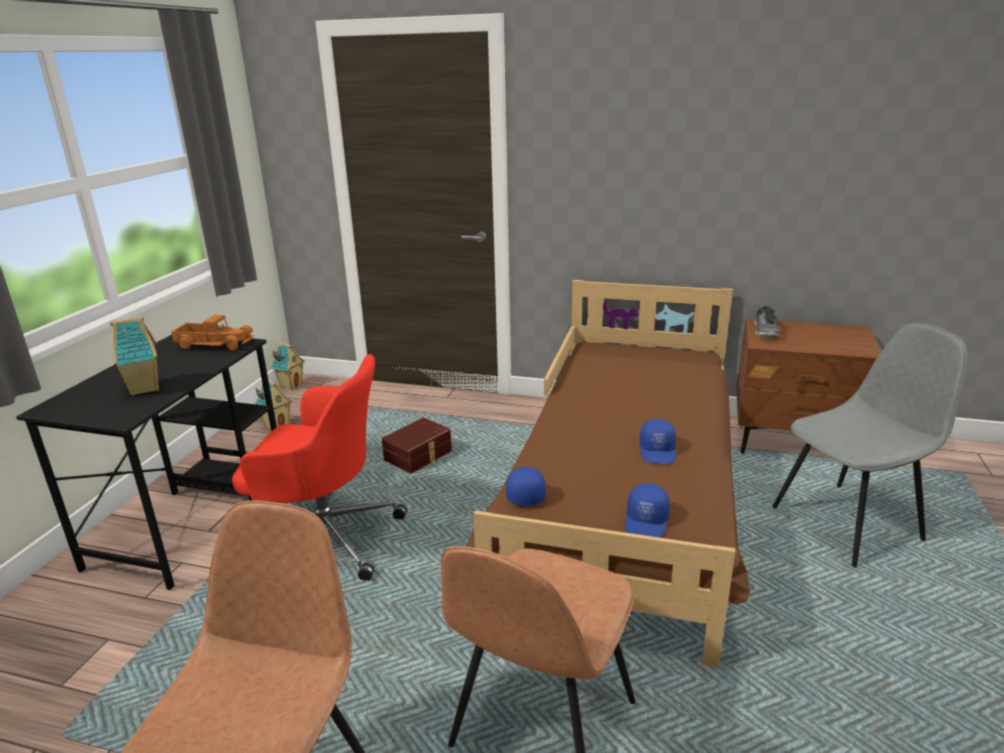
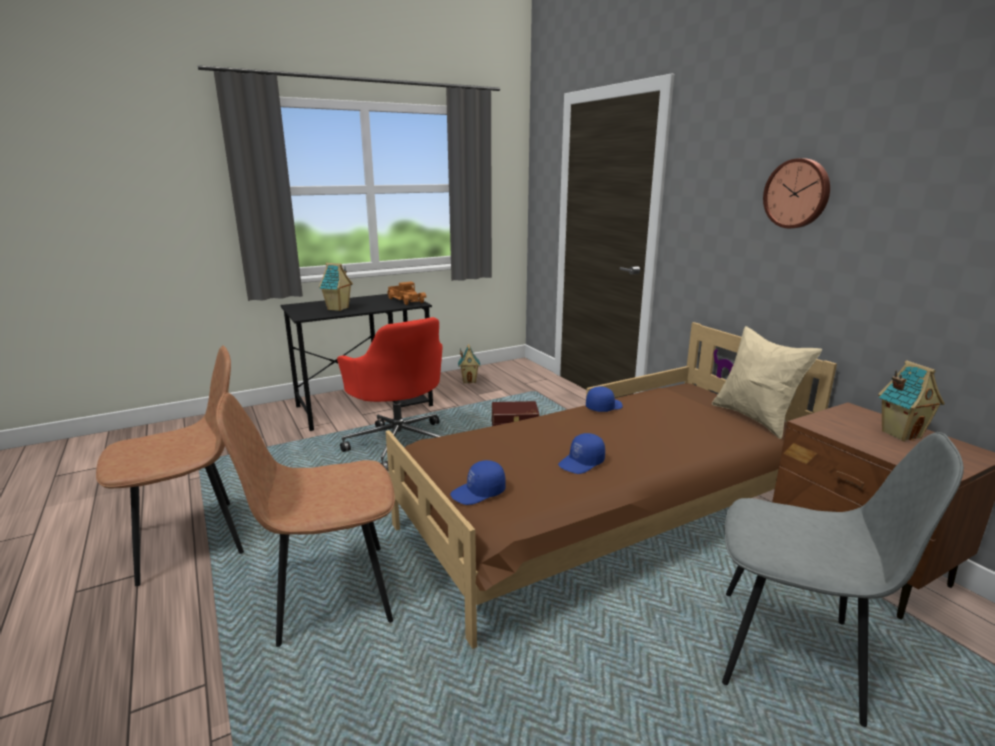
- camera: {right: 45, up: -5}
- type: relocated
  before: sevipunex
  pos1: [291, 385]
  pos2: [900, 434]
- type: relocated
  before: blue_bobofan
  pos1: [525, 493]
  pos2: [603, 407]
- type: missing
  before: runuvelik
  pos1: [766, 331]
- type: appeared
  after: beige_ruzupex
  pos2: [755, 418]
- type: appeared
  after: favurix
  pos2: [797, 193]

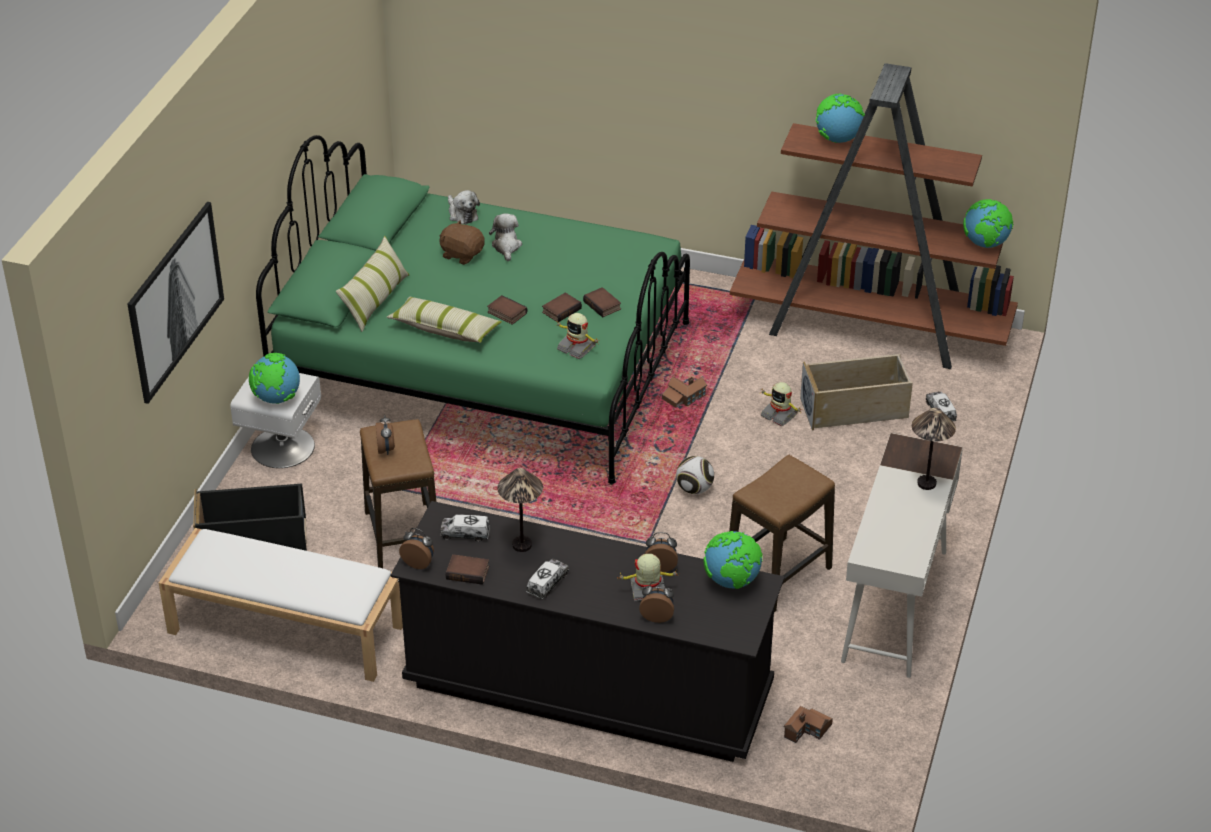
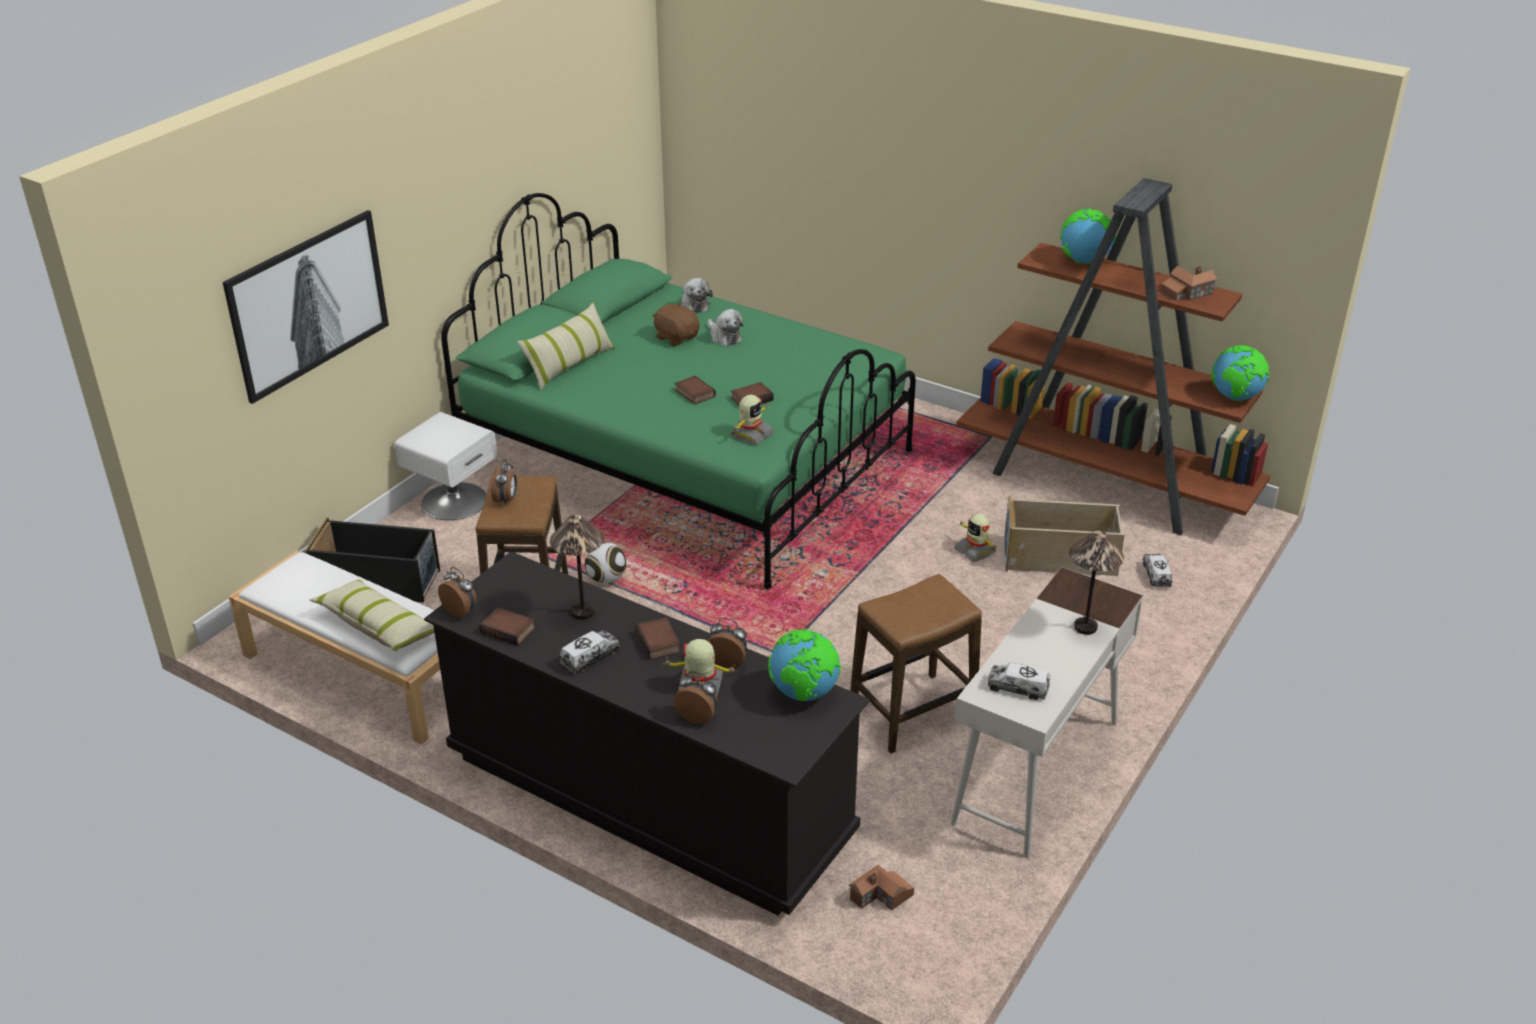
- camera: {right: 15, up: -5}
- type: missing
  before: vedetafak
  pos1: [276, 399]
- type: relocated
  before: ruzupex
  pos1: [445, 329]
  pos2: [378, 626]
- type: relocated
  before: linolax
  pos1: [465, 534]
  pos2: [1018, 688]
- type: spun
  before: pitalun
  pos1: [506, 247]
  pos2: [724, 337]
  turn: 135
- type: spun
  before: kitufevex
  pos1: [577, 347]
  pos2: [751, 435]
  turn: -105
- type: relocated
  before: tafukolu
  pos1: [603, 305]
  pos2: [659, 642]
- type: relocated
  before: sevipunex
  pos1: [683, 398]
  pos2: [1186, 292]
- type: relocated
  before: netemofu
  pos1: [694, 489]
  pos2: [606, 579]

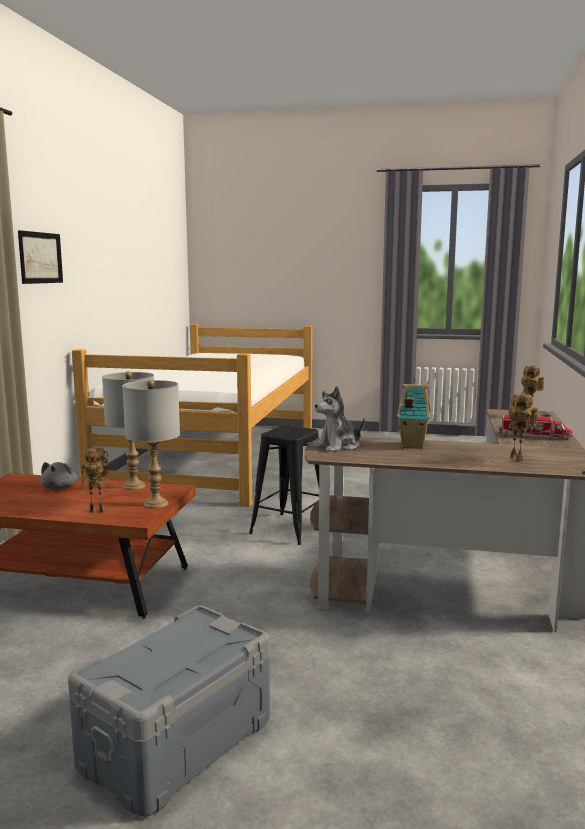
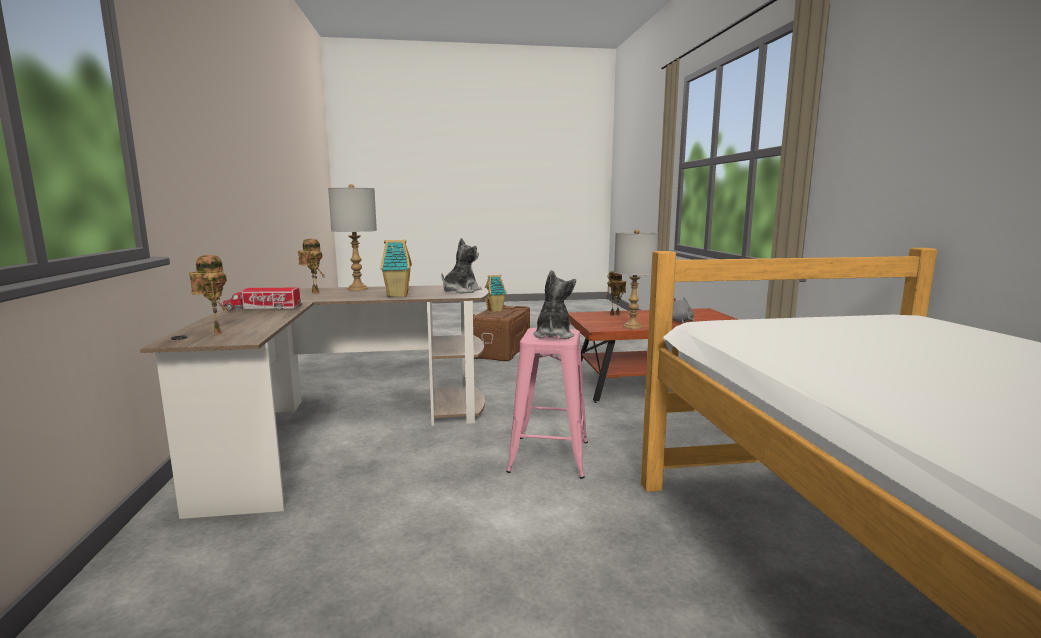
- camera: {right: 160, up: 0}
- type: missing
  before: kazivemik
  pos1: [40, 258]
- type: colour
  before: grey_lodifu
  after: brown_lodifu
  pos1: [175, 742]
  pos2: [501, 351]
- type: relocated
  before: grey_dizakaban
  pos1: [156, 504]
  pos2: [357, 289]
- type: colour
  before: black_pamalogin
  after: pink_pamalogin
  pos1: [290, 528]
  pos2: [549, 456]
- type: appeared
  after: sevipunex
  pos2: [495, 310]
- type: appeared
  after: pitalun
  pos2: [553, 335]

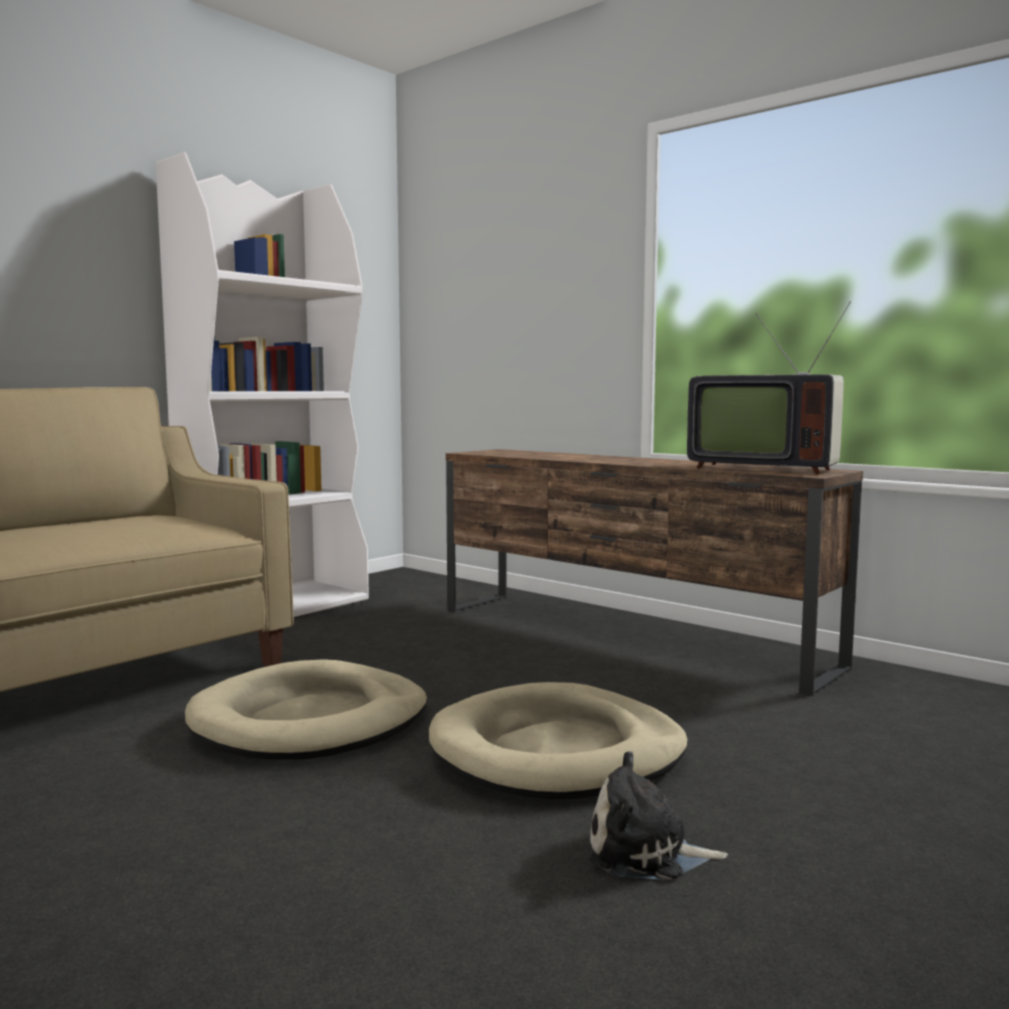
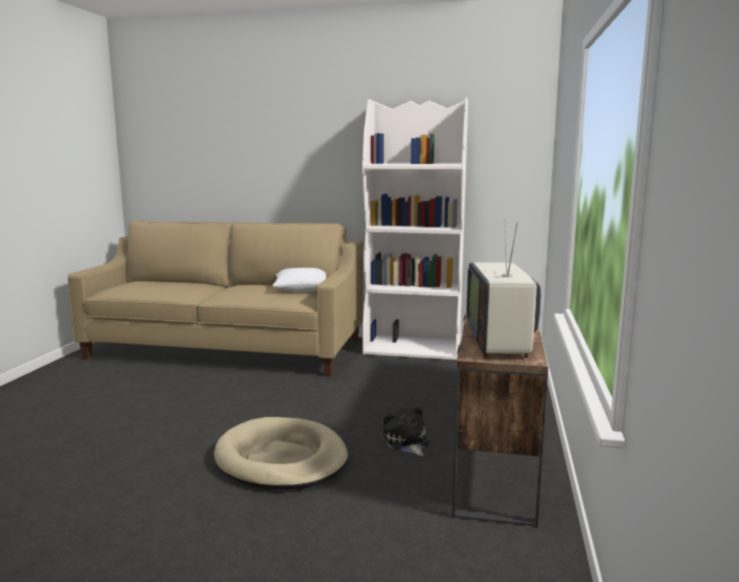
- camera: {right: 60, up: 5}
- type: missing
  before: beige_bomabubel
  pos1: [310, 720]
- type: relocated
  before: pitalun
  pos1: [646, 853]
  pos2: [406, 442]
- type: appeared
  after: white_ruzupex
  pos2: [301, 289]

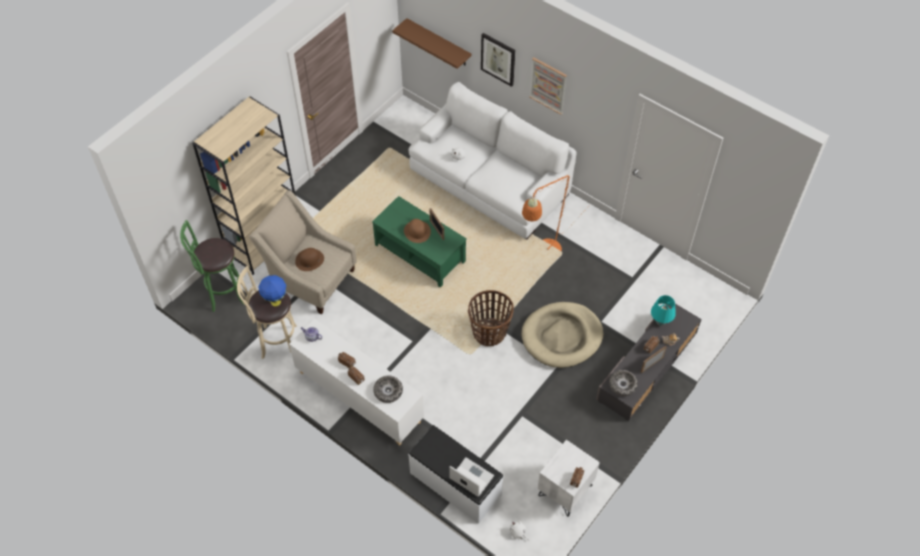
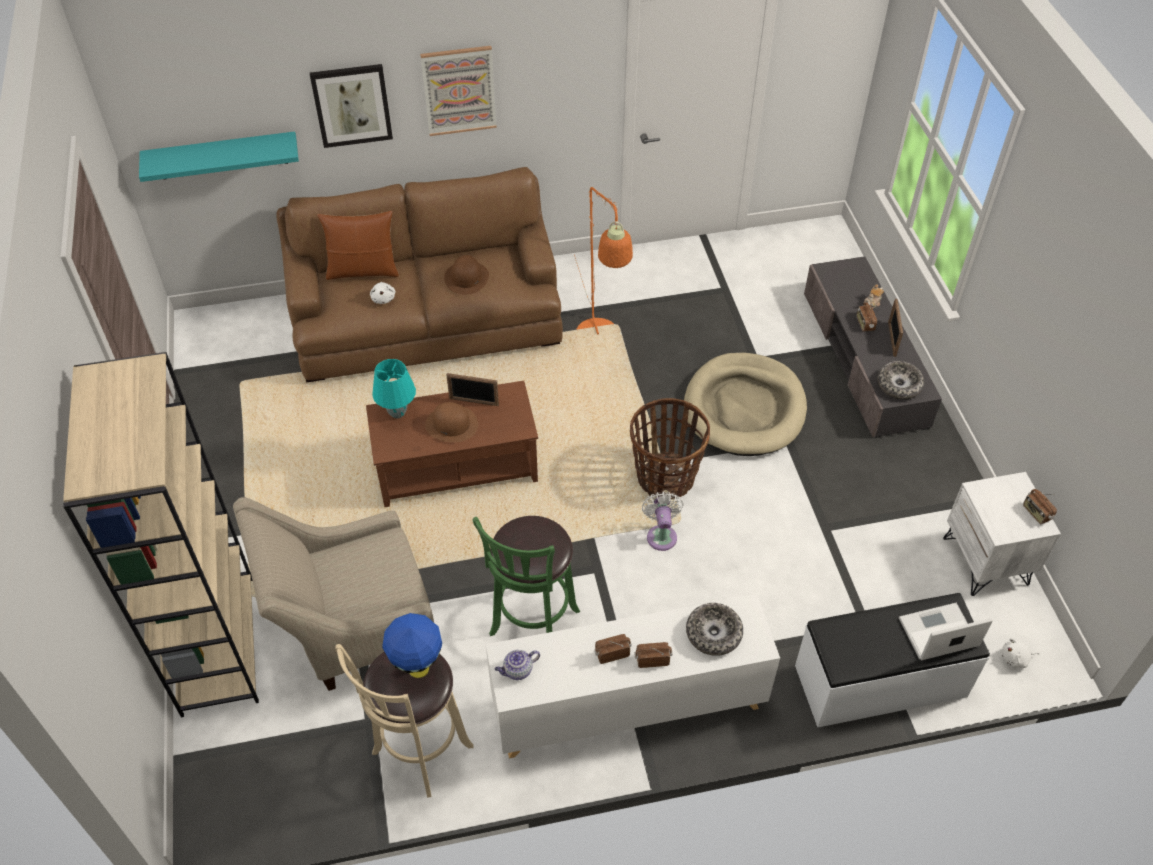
- camera: {right: -50, up: -5}
- type: relocated
  before: green_pamalogin
  pos1: [223, 294]
  pos2: [532, 626]
- type: relocated
  before: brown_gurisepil
  pos1: [309, 260]
  pos2: [466, 278]
- type: colour
  before: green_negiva
  after: brown_negiva
  pos1: [420, 252]
  pos2: [456, 465]
- type: colour
  before: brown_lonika
  after: turquoise_lonika
  pos1: [438, 43]
  pos2: [222, 155]
- type: colour
  before: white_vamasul
  after: brown_vamasul
  pos1: [489, 182]
  pos2: [427, 320]
- type: relocated
  before: turquoise_dizakaban
  pos1: [660, 322]
  pos2: [397, 413]
- type: appeared
  after: brown_ruzupex
  pos2: [363, 271]
- type: appeared
  after: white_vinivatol
  pos2: [661, 535]

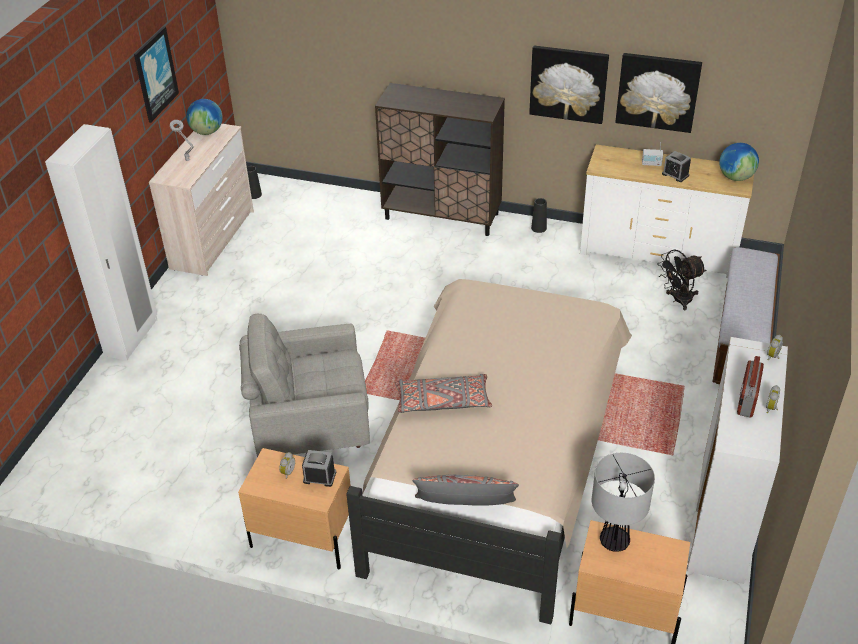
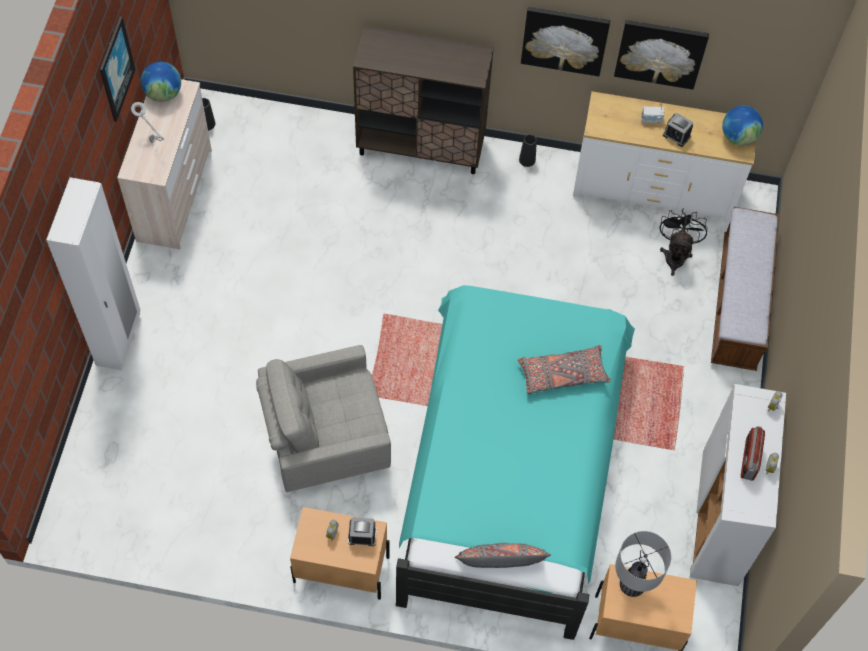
- camera: {right: -10, up: 20}
- type: colour
  before: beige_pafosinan
  after: turquoise_pafosinan
  pos1: [498, 459]
  pos2: [511, 466]
- type: relocated
  before: grey_ruzupex
  pos1: [442, 401]
  pos2: [562, 374]
- type: spun
  before: black_vinivatol
  pos1: [678, 300]
  pos2: [675, 255]
  turn: 135

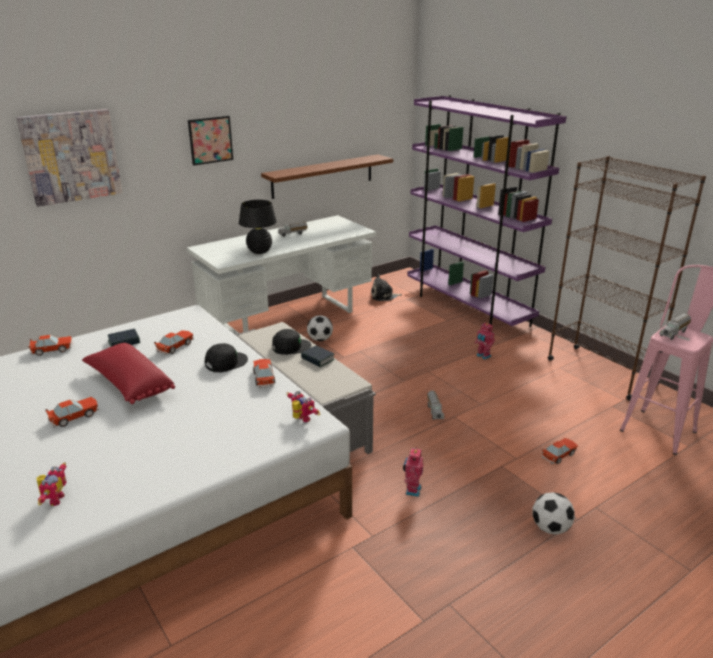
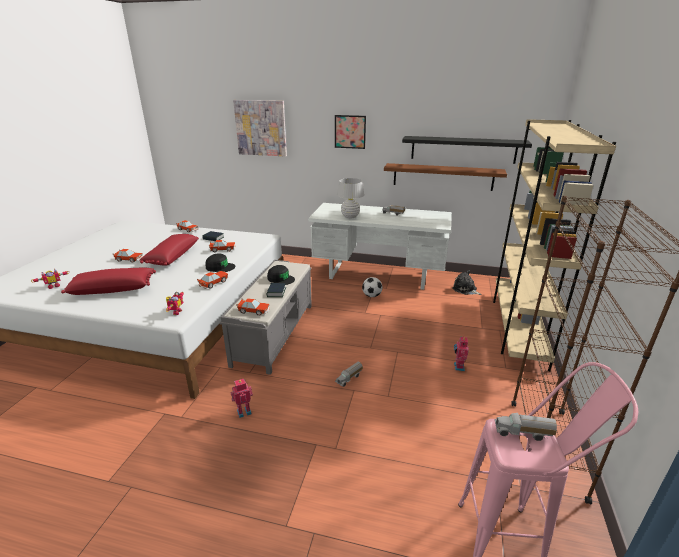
- camera: {right: 50, up: 0}
- type: colour
  before: black_dizakaban
  after: white_dizakaban
  pos1: [259, 251]
  pos2: [350, 216]
- type: colour
  before: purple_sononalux
  after: beige_sononalux
  pos1: [468, 308]
  pos2: [517, 328]
- type: missing
  before: netemofu
  pos1: [550, 528]
- type: relocated
  before: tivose
  pos1: [559, 455]
  pos2: [254, 311]
- type: appeared
  after: red_ruzupex
  pos2: [113, 289]
- type: appeared
  after: black_lonika
  pos2: [463, 149]

